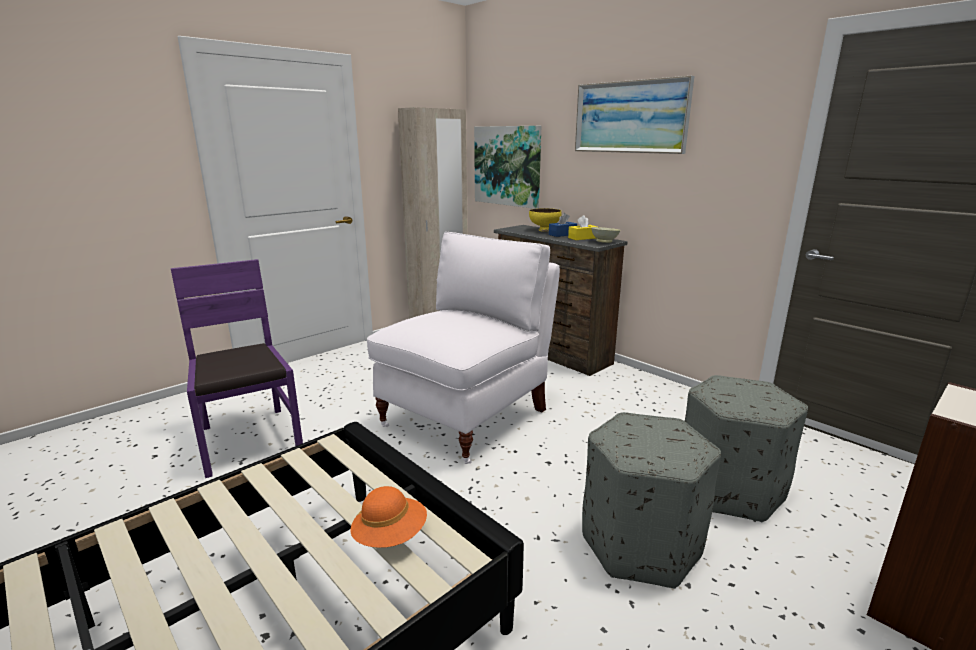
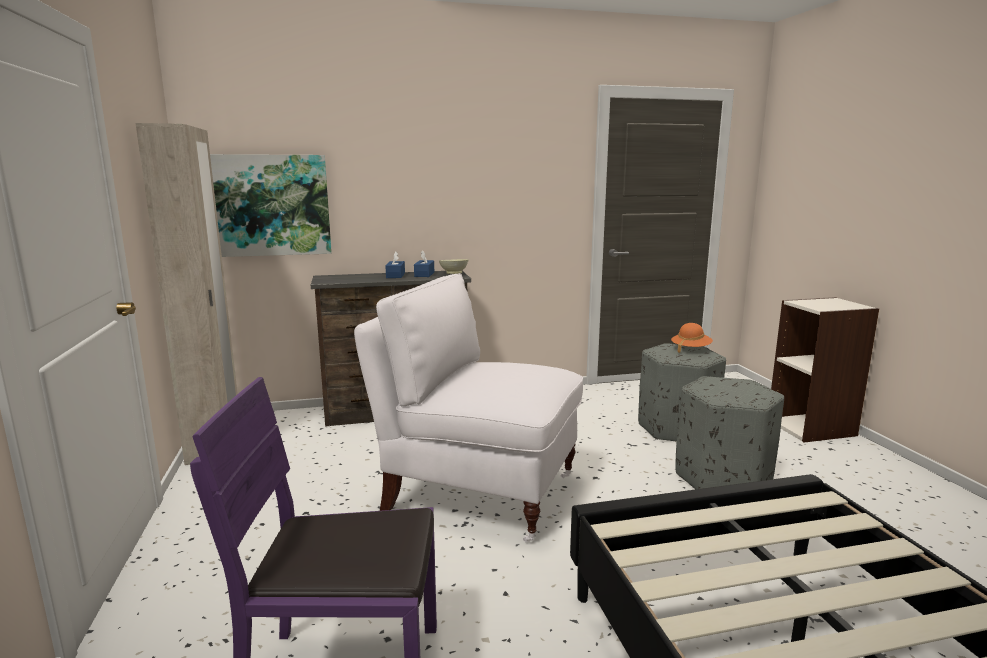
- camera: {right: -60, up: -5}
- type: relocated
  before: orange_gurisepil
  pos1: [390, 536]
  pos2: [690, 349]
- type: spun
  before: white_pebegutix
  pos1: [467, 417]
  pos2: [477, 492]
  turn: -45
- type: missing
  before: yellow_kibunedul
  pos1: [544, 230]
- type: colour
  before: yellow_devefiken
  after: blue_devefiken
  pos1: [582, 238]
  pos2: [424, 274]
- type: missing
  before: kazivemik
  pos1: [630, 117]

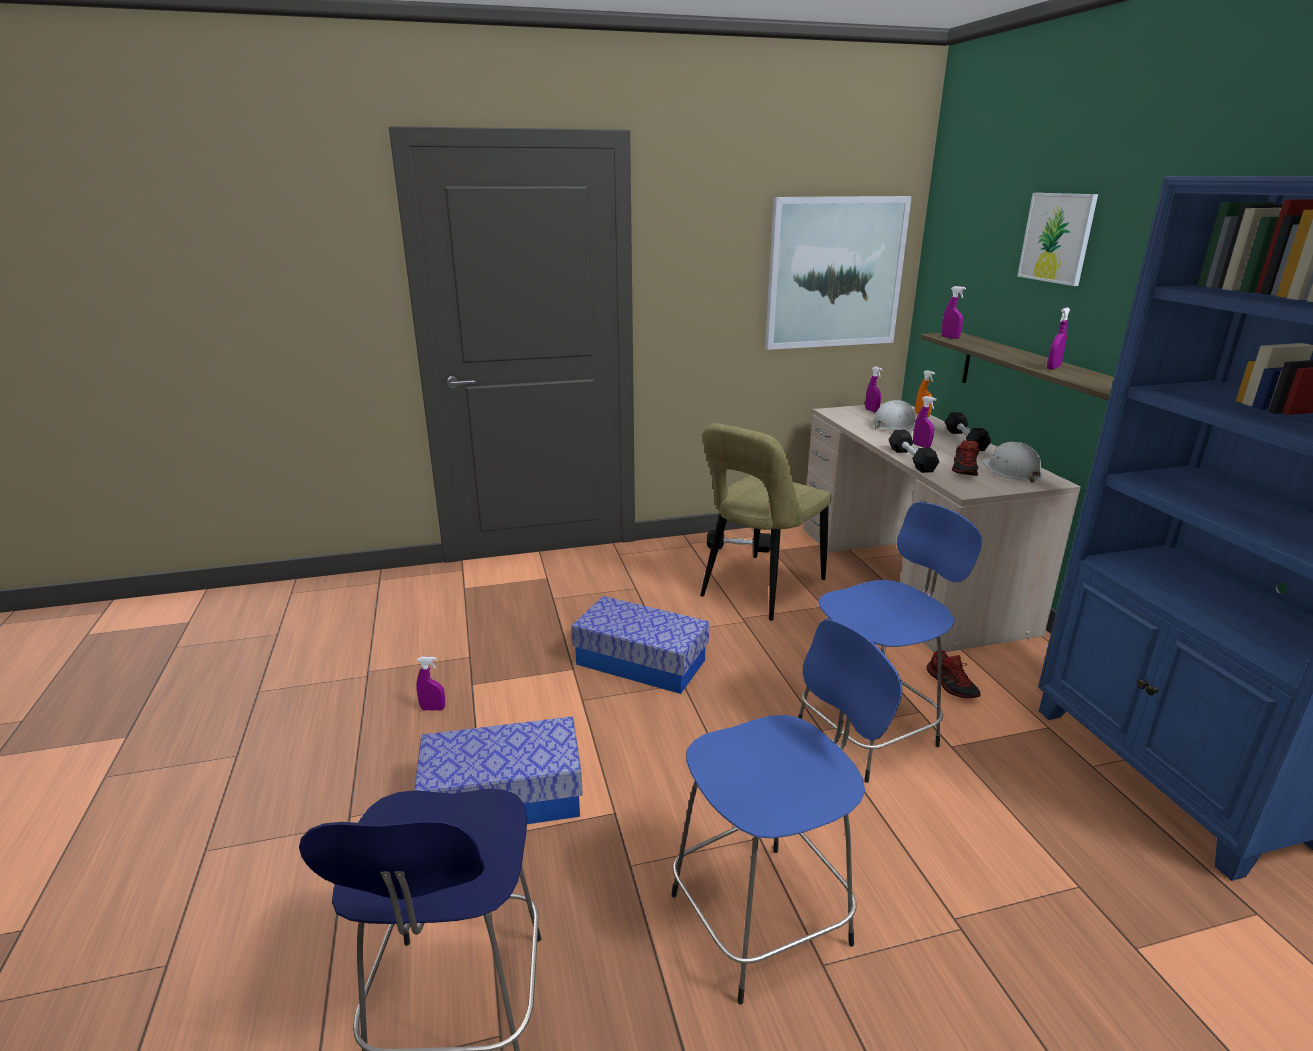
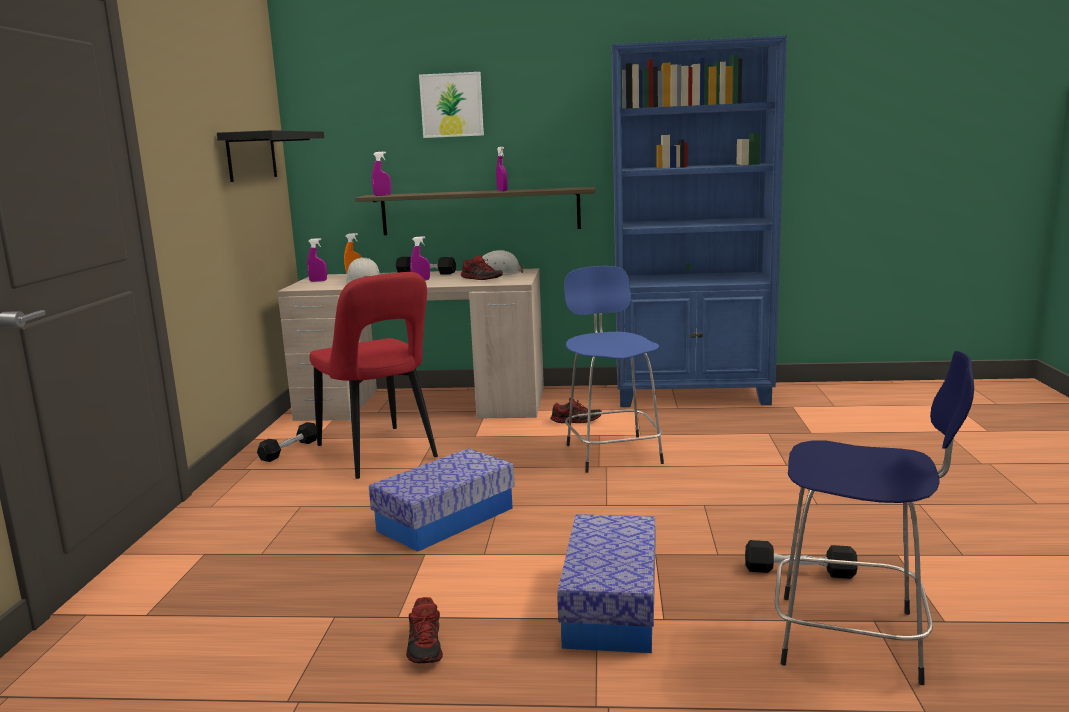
- camera: {right: -70, up: -10}
- type: exchanged
  before: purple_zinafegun
  after: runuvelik
  pos1: [433, 709]
  pos2: [426, 645]
- type: missing
  before: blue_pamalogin
  pos1: [766, 916]
- type: colour
  before: beige_pebegutix
  after: red_pebegutix
  pos1: [759, 590]
  pos2: [379, 454]
- type: exchanged
  before: kazivemik
  after: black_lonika
  pos1: [835, 273]
  pos2: [251, 156]
- type: relocated
  before: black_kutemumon
  pos1: [911, 460]
  pos2: [799, 571]

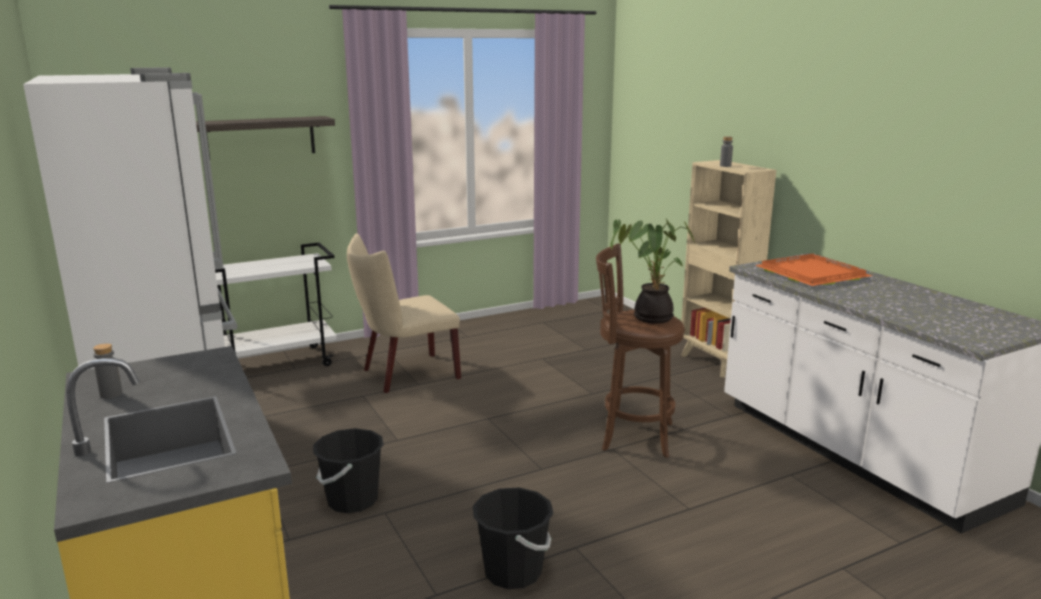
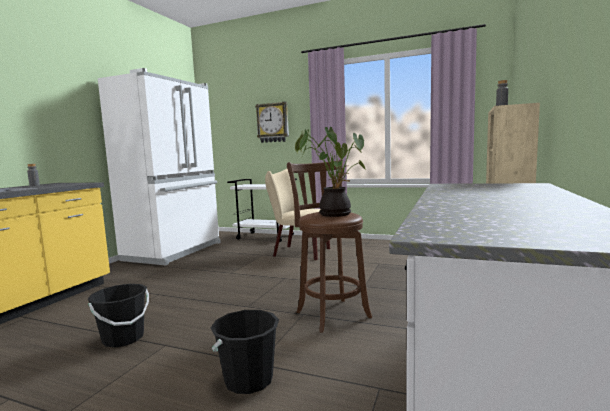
- camera: {right: 50, up: -10}
- type: exchanged
  before: lonika
  after: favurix
  pos1: [260, 137]
  pos2: [273, 122]
- type: relocated
  before: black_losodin
  pos1: [352, 500]
  pos2: [248, 380]
- type: missing
  before: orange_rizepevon
  pos1: [809, 274]

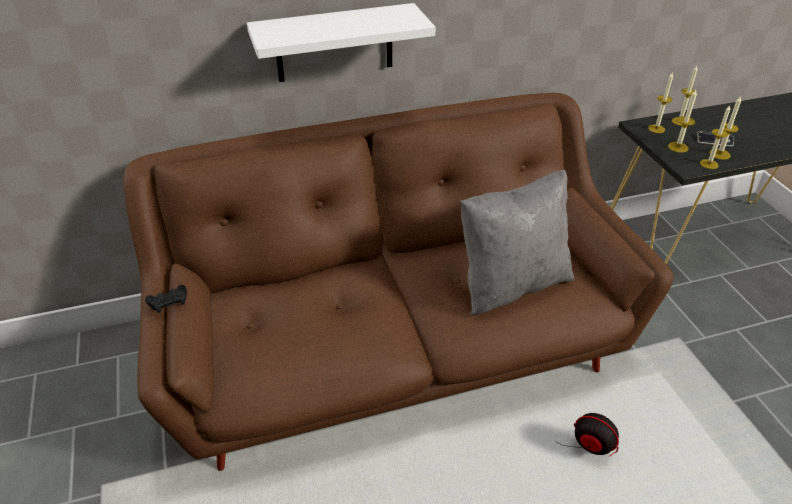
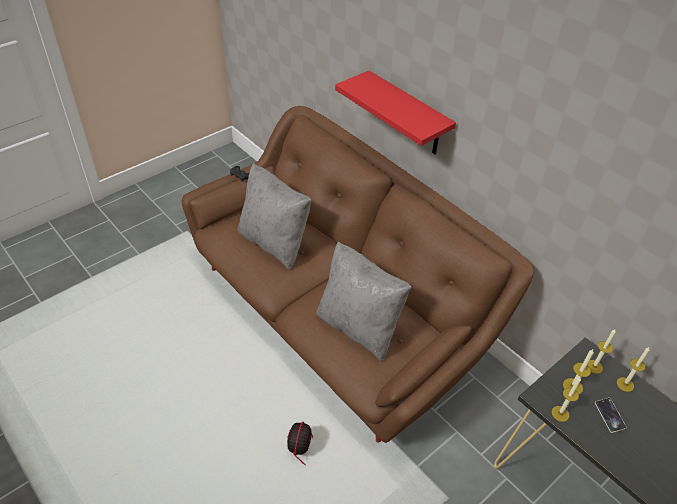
- camera: {right: 65, up: 5}
- type: colour
  before: white_lonika
  after: red_lonika
  pos1: [334, 43]
  pos2: [407, 115]
- type: missing
  before: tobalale
  pos1: [719, 154]
- type: appeared
  after: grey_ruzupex
  pos2: [274, 243]

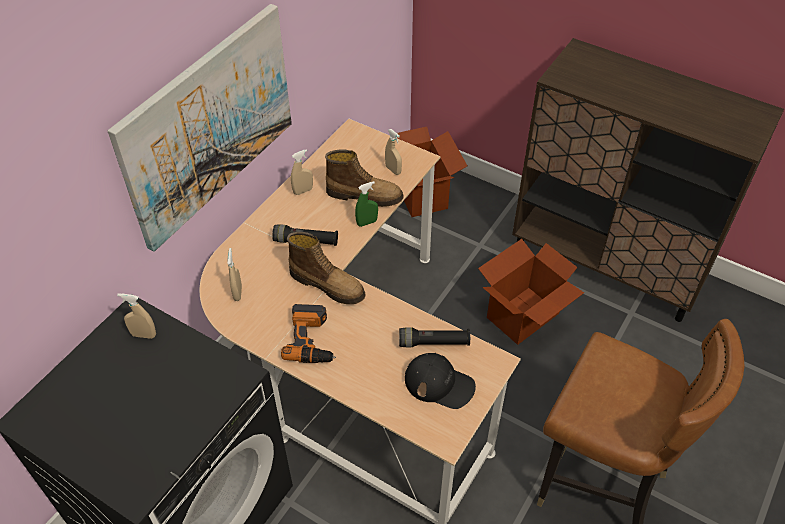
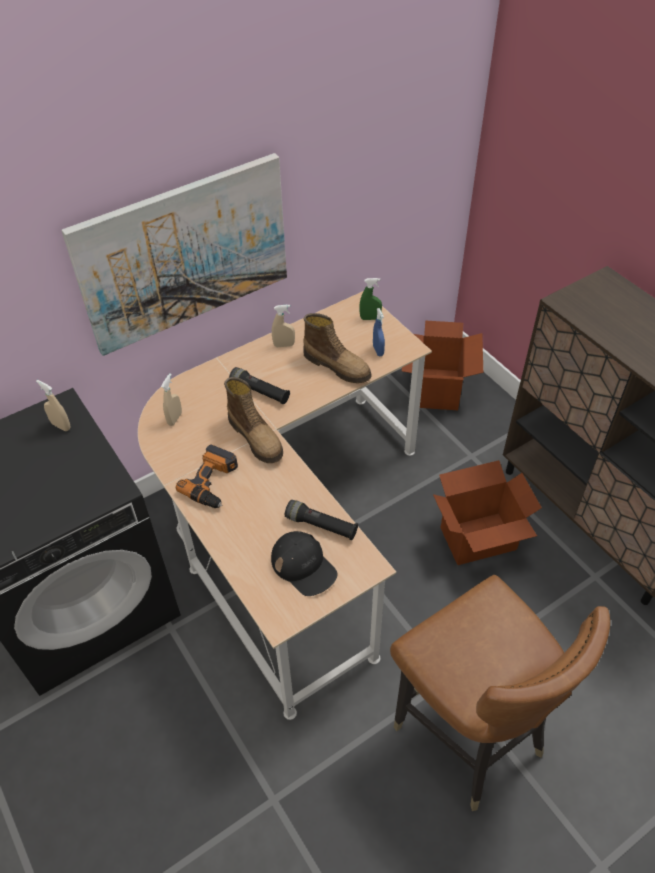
- camera: {right: 25, up: 0}
- type: relocated
  before: green_zinafegun
  pos1: [367, 222]
  pos2: [370, 318]
- type: colour
  before: beige_zinafegun
  after: blue_zinafegun
  pos1: [393, 170]
  pos2: [378, 350]

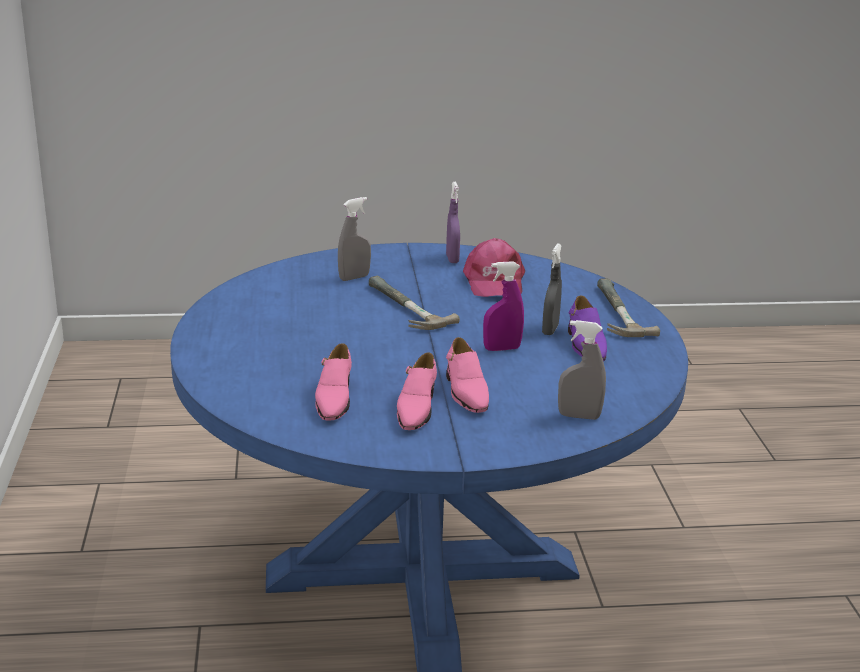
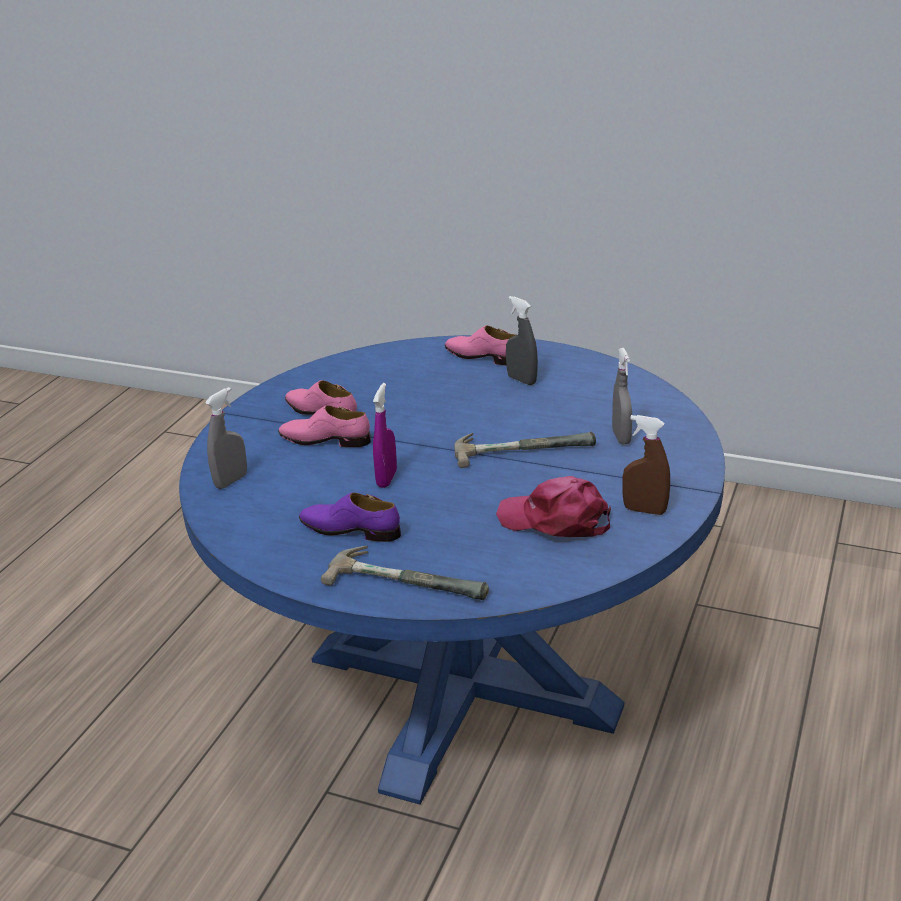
- camera: {right: 120, up: 5}
- type: relocated
  before: pink_runuvelik
  pos1: [334, 399]
  pos2: [483, 357]
- type: colour
  before: purple_zinafegun
  after: brown_zinafegun
  pos1: [452, 259]
  pos2: [644, 510]
- type: relocated
  before: grey_zinafegun
  pos1: [550, 330]
  pos2: [521, 380]

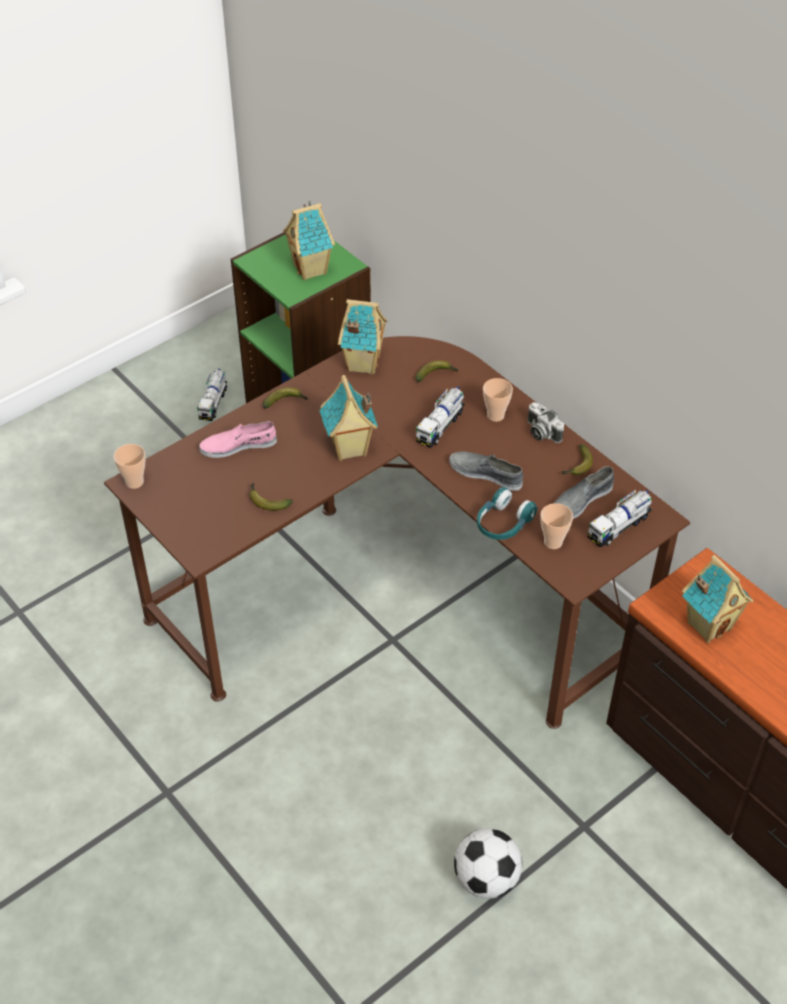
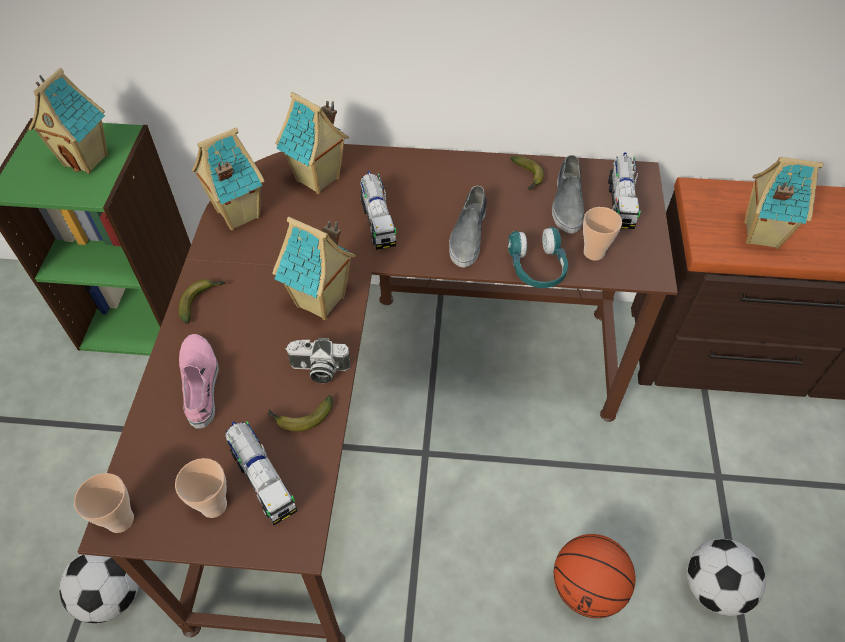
- camera: {right: -45, up: 5}
- type: relocated
  before: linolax
  pos1: [213, 403]
  pos2: [262, 479]
- type: spun
  before: pink_runuvelik
  pos1: [238, 445]
  pos2: [200, 383]
  turn: 135
- type: exchanged
  before: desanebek
  after: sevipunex
  pos1: [436, 374]
  pos2: [318, 180]
- type: spun
  before: grey_runuvelik
  pos1: [486, 473]
  pos2: [468, 235]
  turn: -60
- type: relocated
  before: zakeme
  pos1: [495, 415]
  pos2: [213, 505]
- type: relocated
  before: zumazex
  pos1: [541, 432]
  pos2: [319, 370]
- type: appeared
  after: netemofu
  pos2: [112, 594]
- type: appeared
  after: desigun
  pos2: [587, 587]

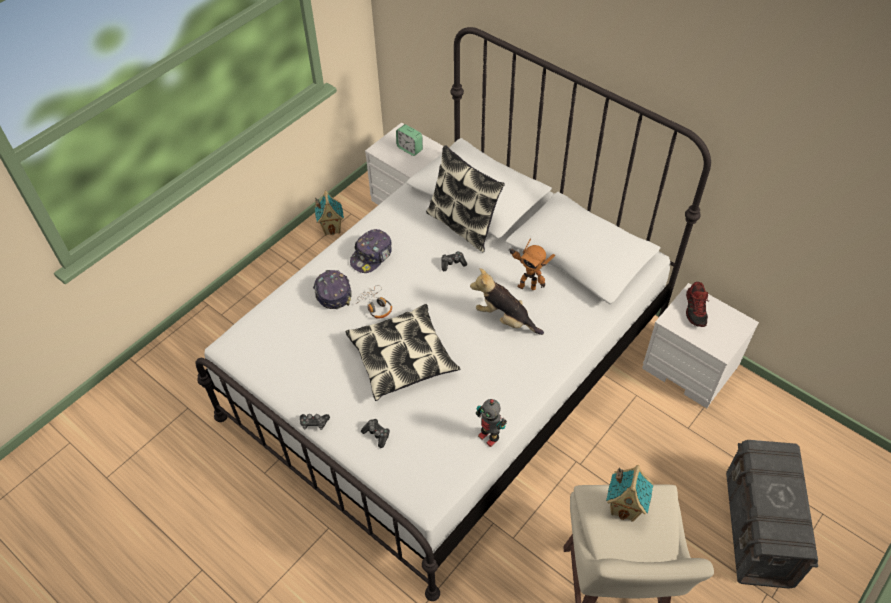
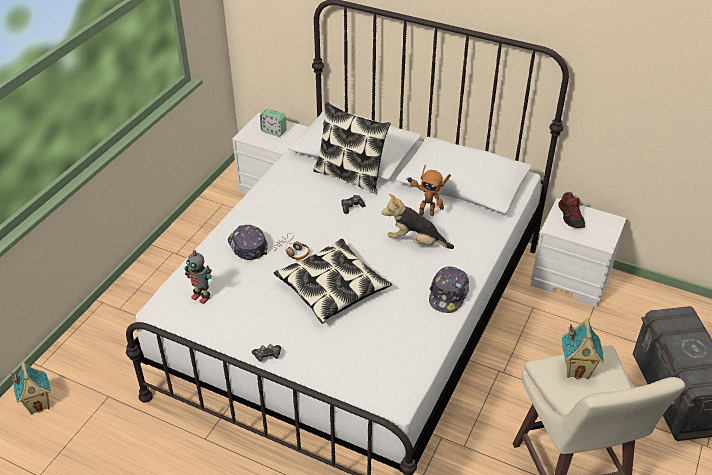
- camera: {right: -15, up: -10}
- type: relocated
  before: sevipunex
  pos1: [332, 228]
  pos2: [39, 404]
- type: relocated
  before: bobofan
  pos1: [372, 256]
  pos2: [448, 295]
- type: missing
  before: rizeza
  pos1: [377, 434]
- type: relocated
  before: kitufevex
  pos1: [489, 437]
  pos2: [201, 297]

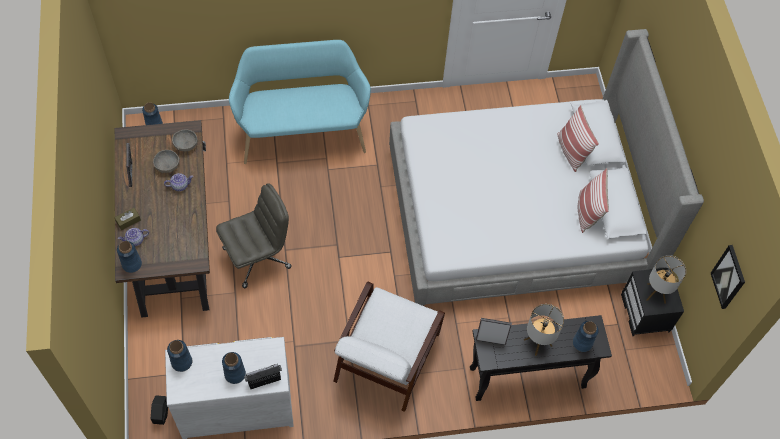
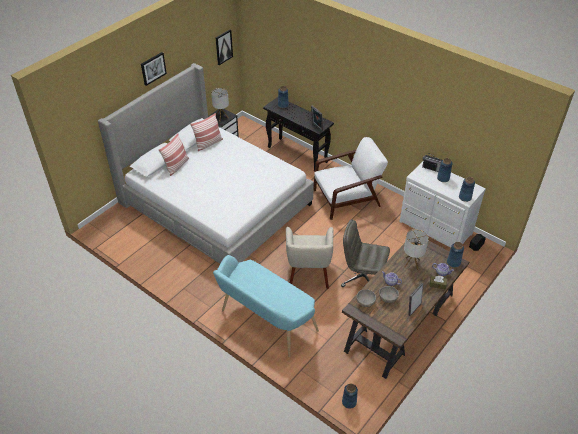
- camera: {right: -130, up: -15}
- type: relocated
  before: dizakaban
  pos1: [538, 342]
  pos2: [411, 263]
- type: appeared
  after: kazivemik
  pos2: [153, 68]
- type: appeared
  after: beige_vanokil
  pos2: [308, 272]

